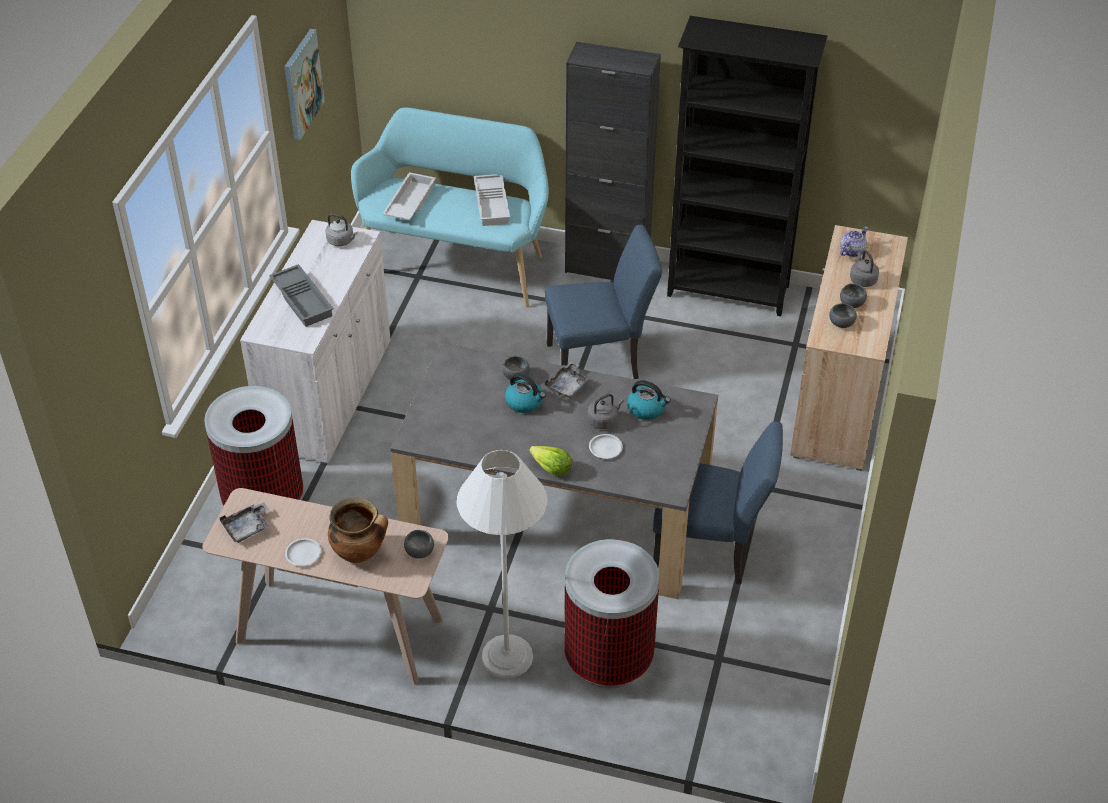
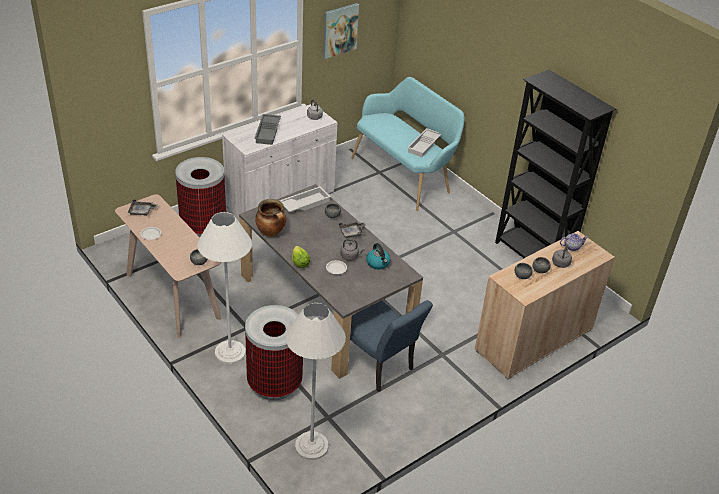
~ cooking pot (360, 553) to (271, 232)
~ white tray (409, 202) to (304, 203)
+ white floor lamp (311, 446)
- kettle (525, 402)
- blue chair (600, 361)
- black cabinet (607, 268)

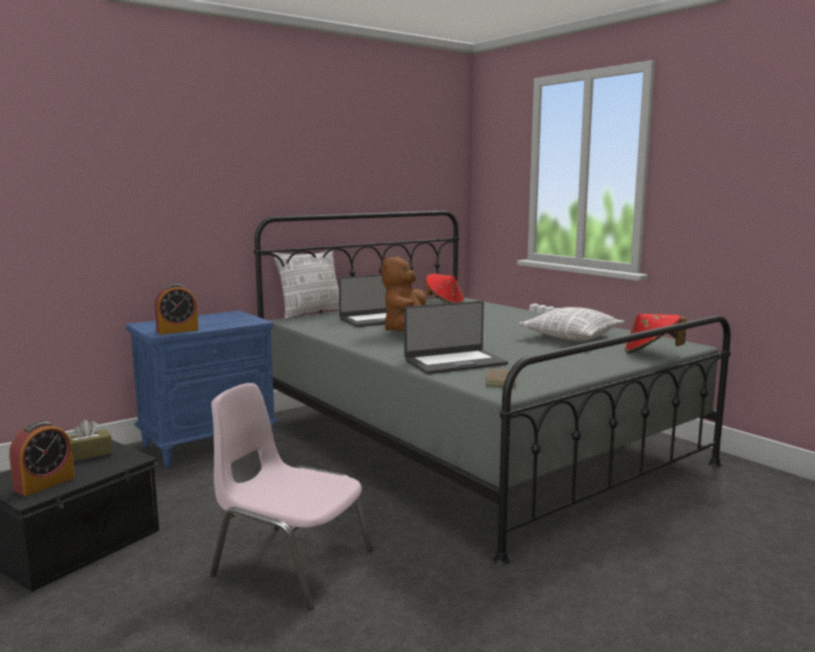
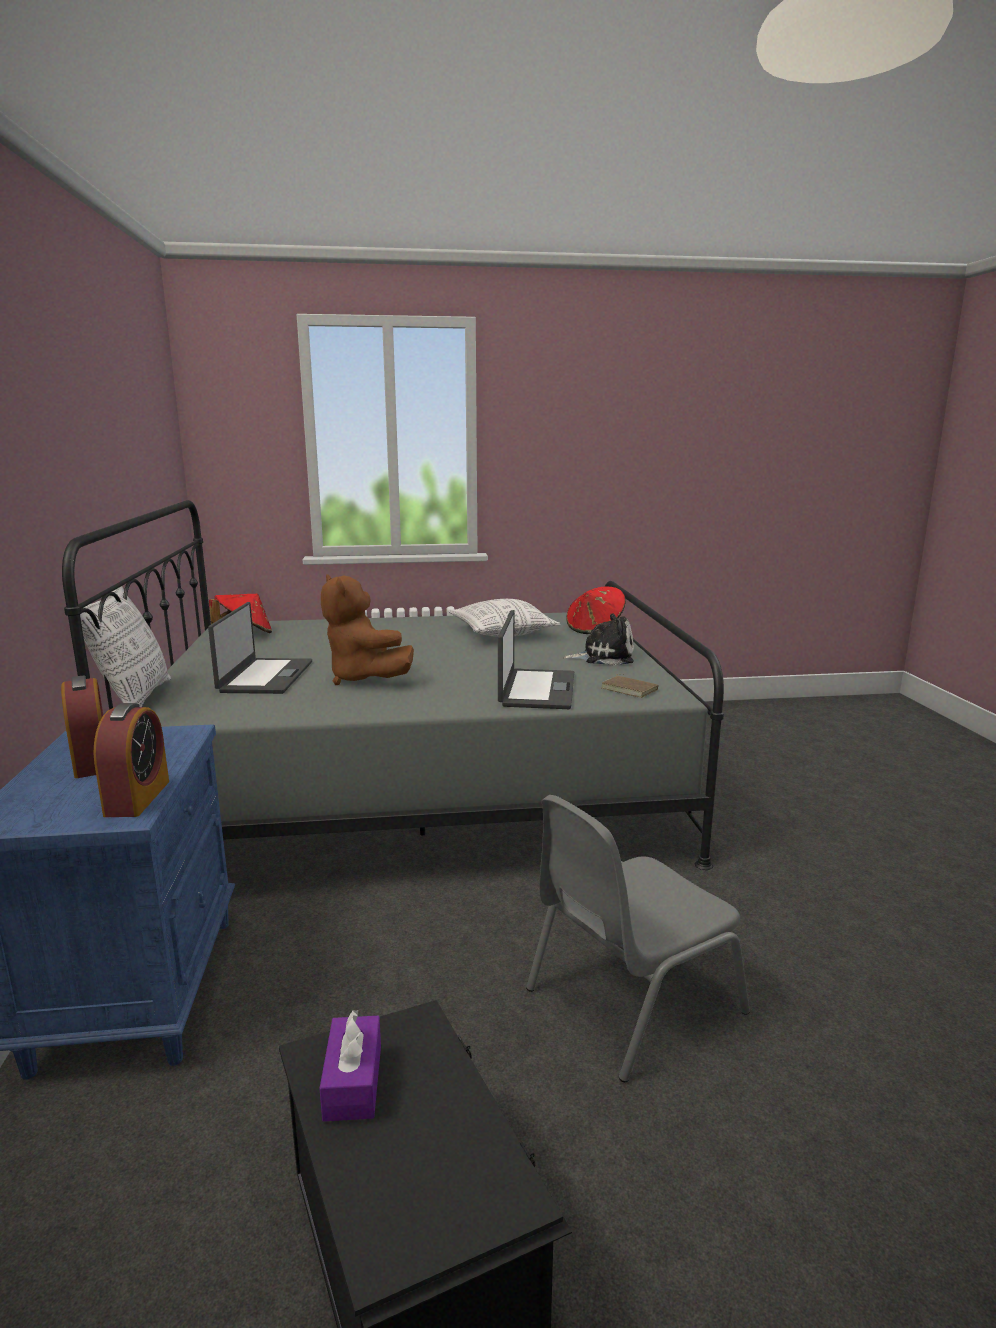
~ alarm clock (44, 484) to (92, 762)
~ brown tissue box (87, 454) to purple tissue box (353, 1082)
~ pink chair (291, 563) to grey chair (630, 1000)
+ plush toy (604, 657)

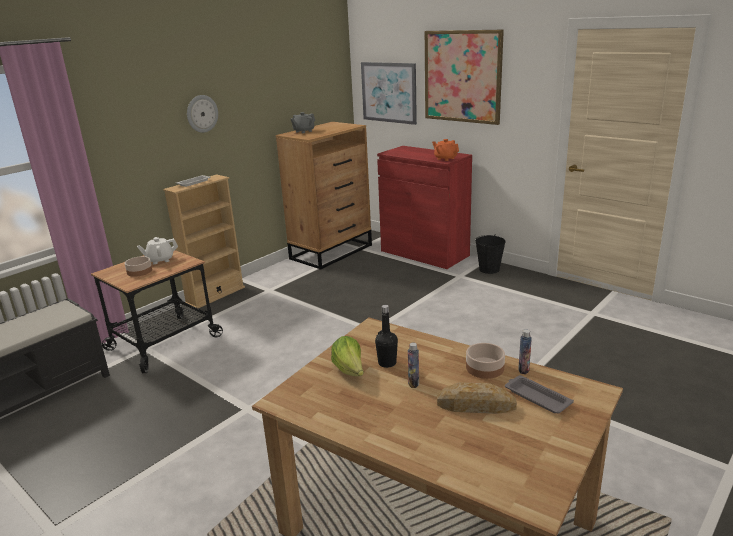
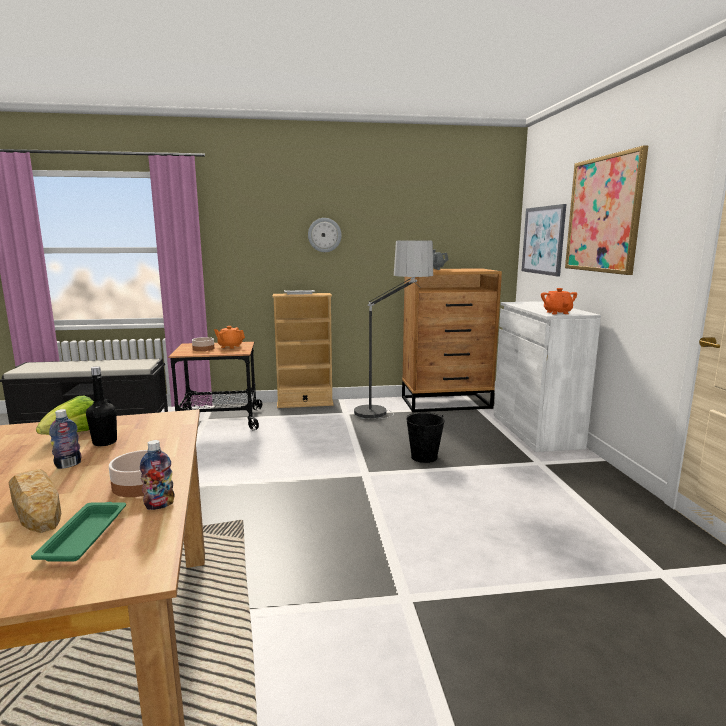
~ grey tray (536, 397) to green tray (85, 535)
~ white teapot (160, 260) to orange teapot (230, 346)
+ floor lamp (389, 421)
~ black bucket (489, 269) to (424, 457)
~ red cabinet (424, 253) to white cabinet (535, 431)

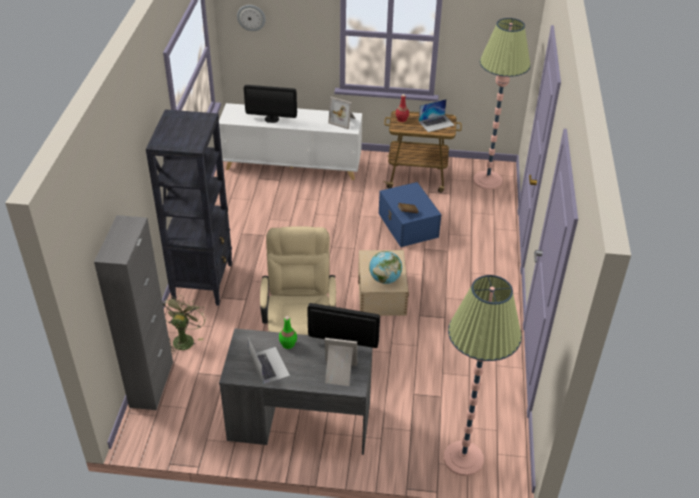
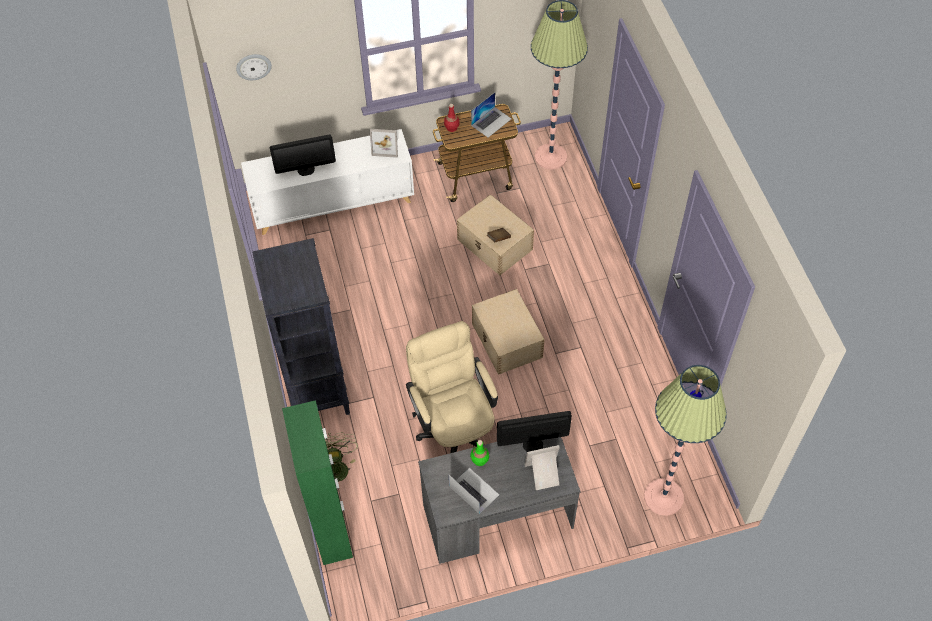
~ grey cabinet (151, 384) to green cabinet (331, 531)
~ blue storage box (408, 225) to beige storage box (495, 245)
- globe (385, 279)

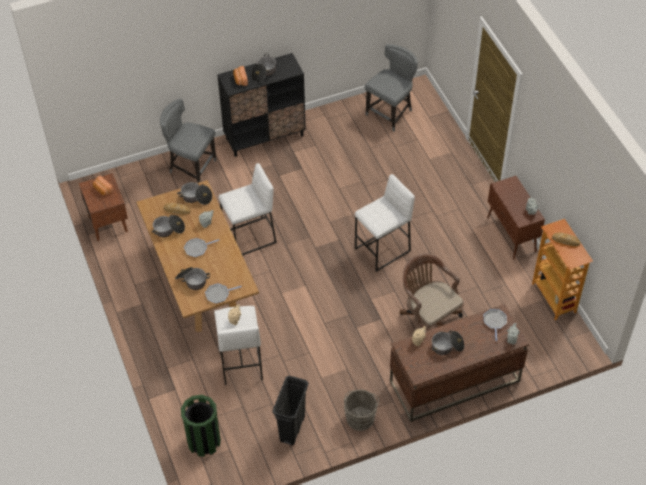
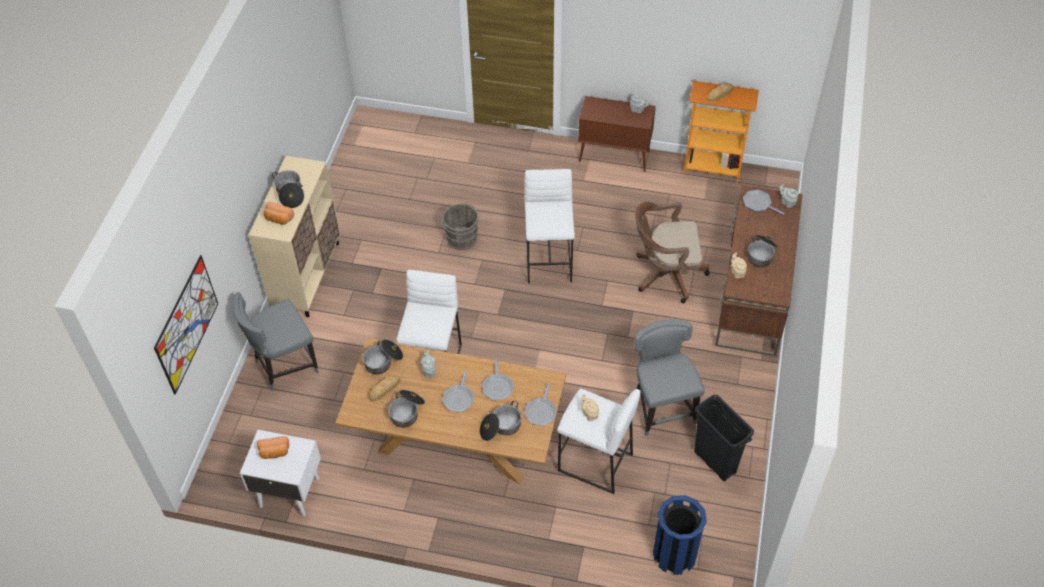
+ picture (187, 324)
~ brown nightstand (108, 223) to white nightstand (288, 491)
~ black cabinet (265, 137) to beige cabinet (307, 276)
~ grey bucket (360, 417) to (460, 237)
+ frying pan (497, 387)
~ grey chair (390, 113) to (662, 408)
~ green trash can (204, 442) to blue trash can (674, 554)

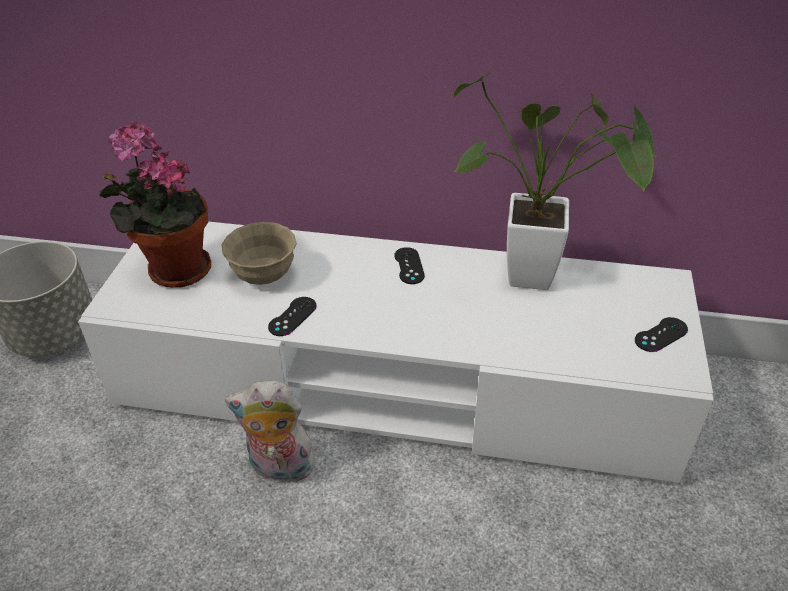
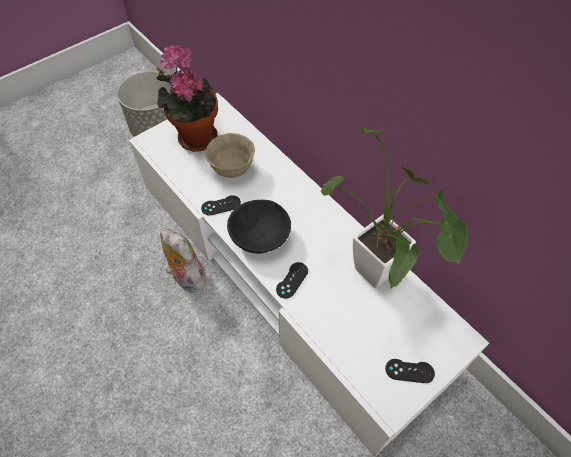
+ black bowl (260, 237)
~ black game controller (409, 266) to (292, 280)

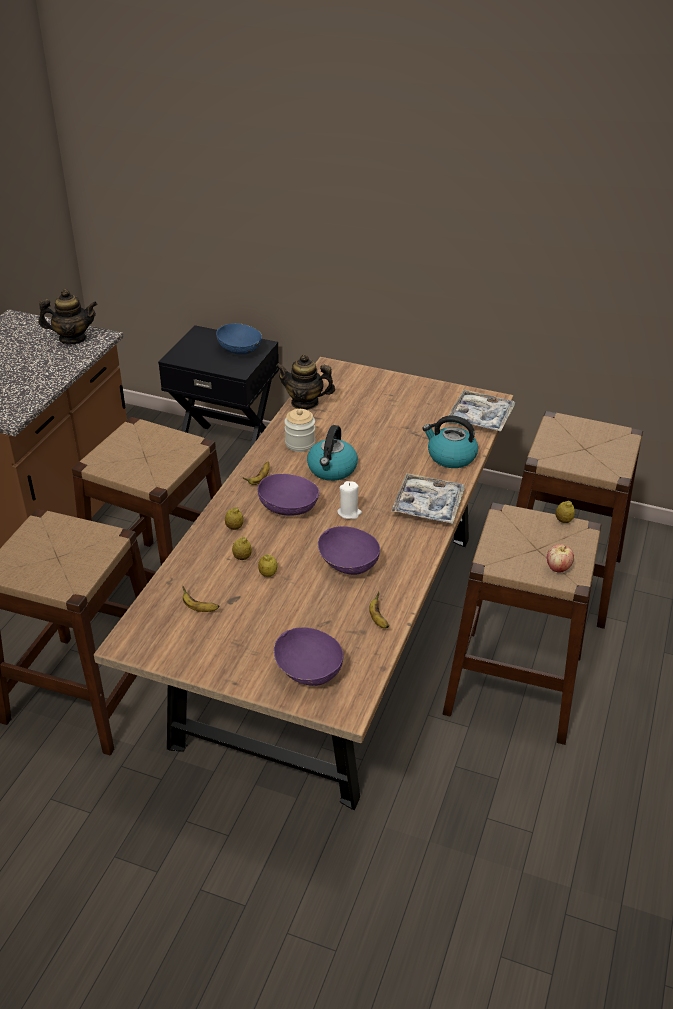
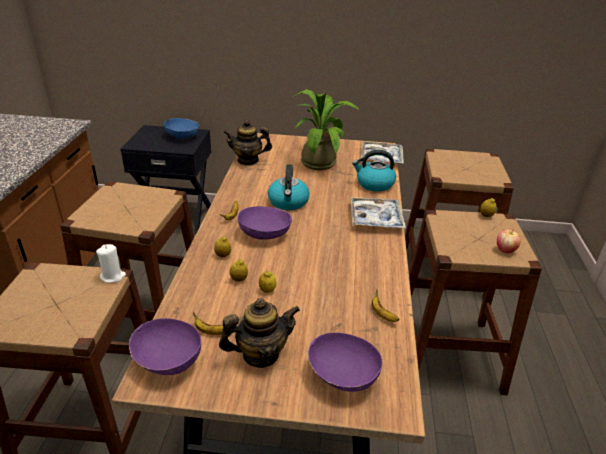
~ white candle (349, 513) to (113, 276)
~ purple bowl (347, 565) to (167, 361)
~ teapot (72, 338) to (260, 354)
+ potted plant (320, 161)
- jar (300, 444)

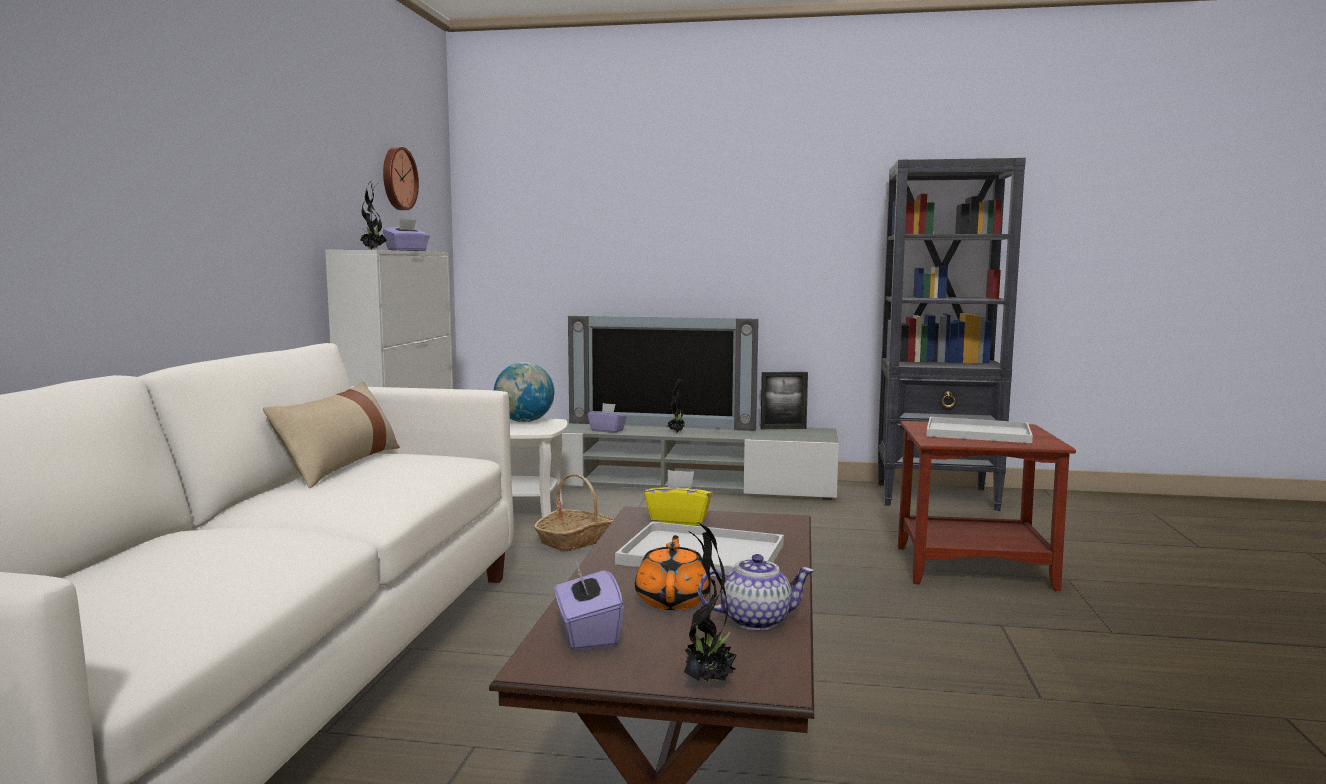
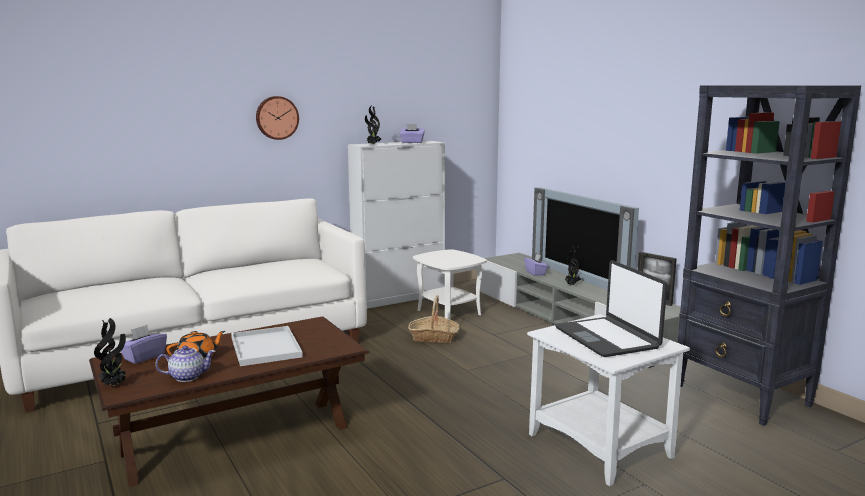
~ teapot (755, 620) = (188, 377) 60 degrees counterclockwise
~ wall clock (397, 178) to (276, 118)
~ brown side table (973, 566) to white side table (601, 445)
~ white tray (980, 432) to laptop (607, 338)
- beige pillow (340, 465)
- globe (524, 421)
- yellow tissue box (679, 520)

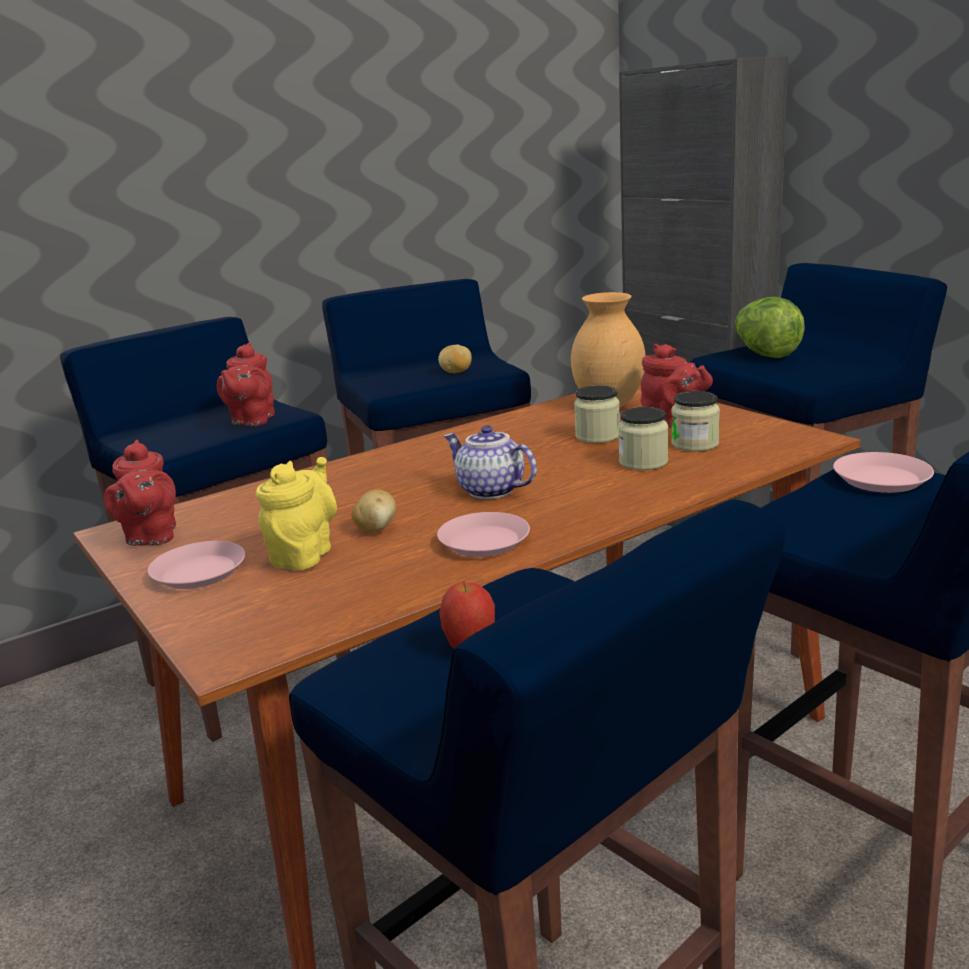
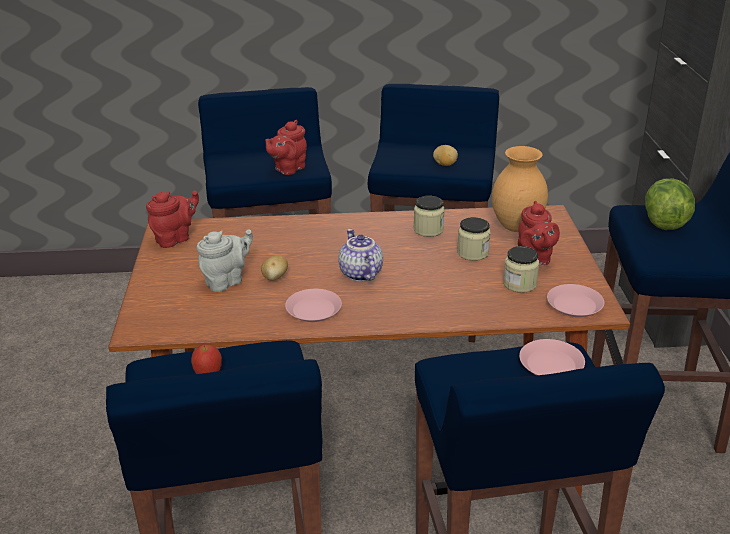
~ red teapot (151, 537) = (175, 239) 150 degrees counterclockwise
~ yellow teapot (304, 554) to grey teapot (226, 281)
~ jar (643, 462) to (428, 230)
~ pink plate (198, 572) to (574, 305)

